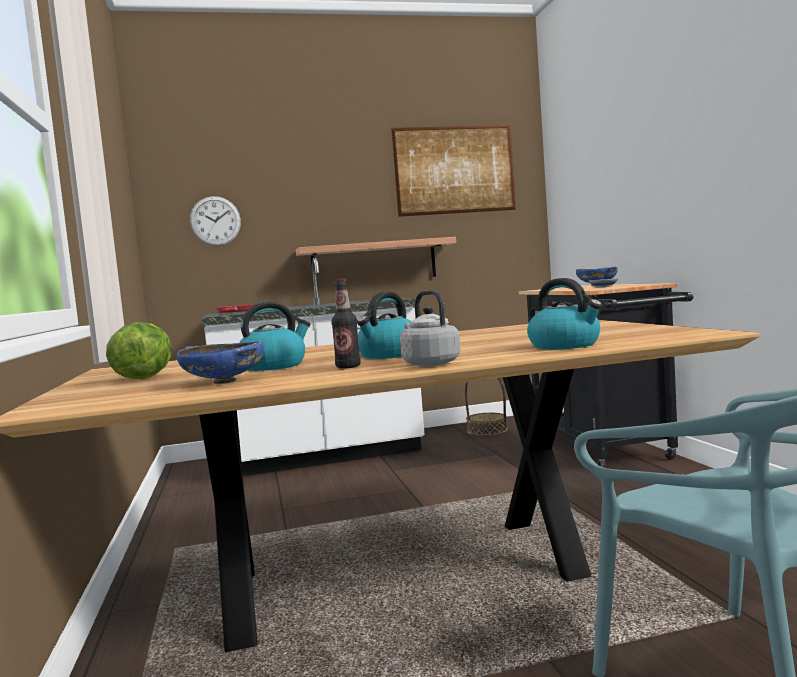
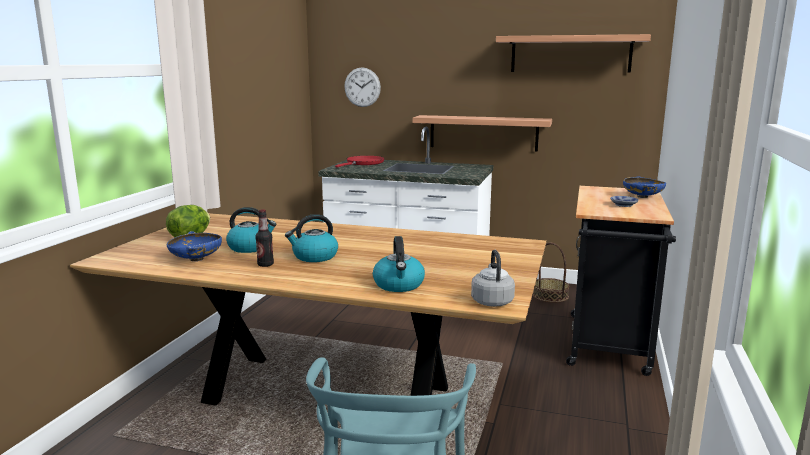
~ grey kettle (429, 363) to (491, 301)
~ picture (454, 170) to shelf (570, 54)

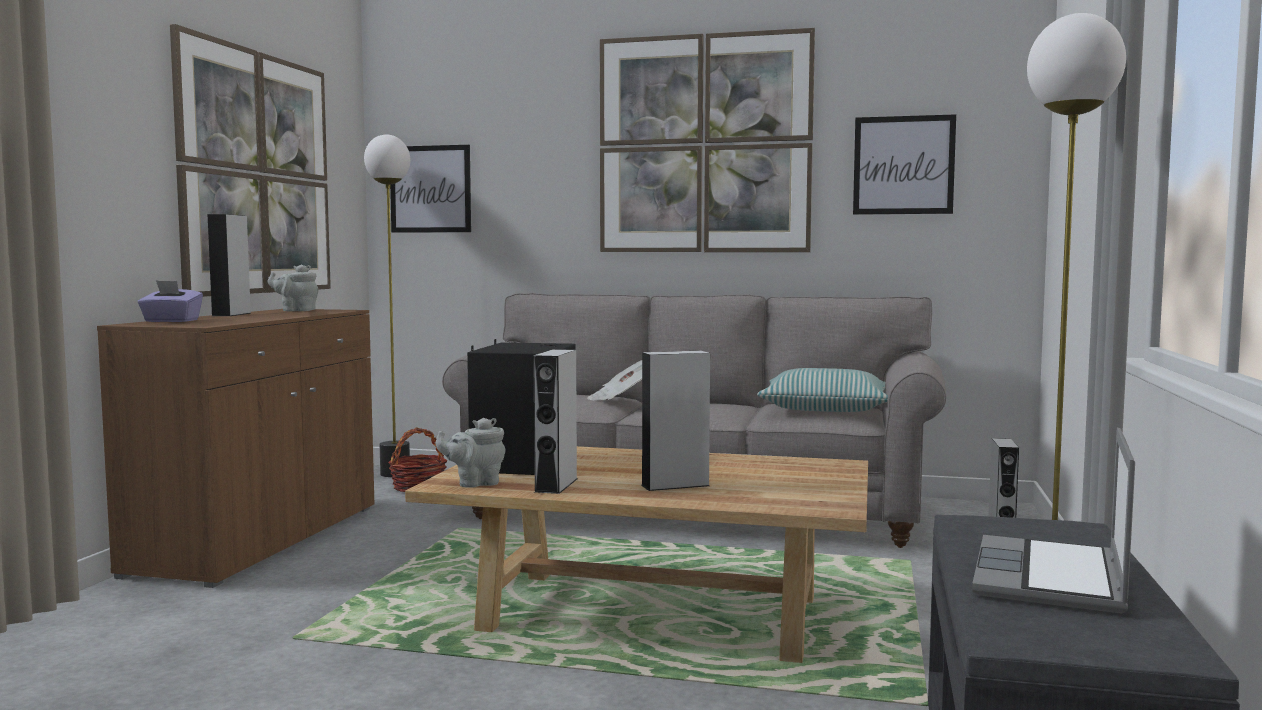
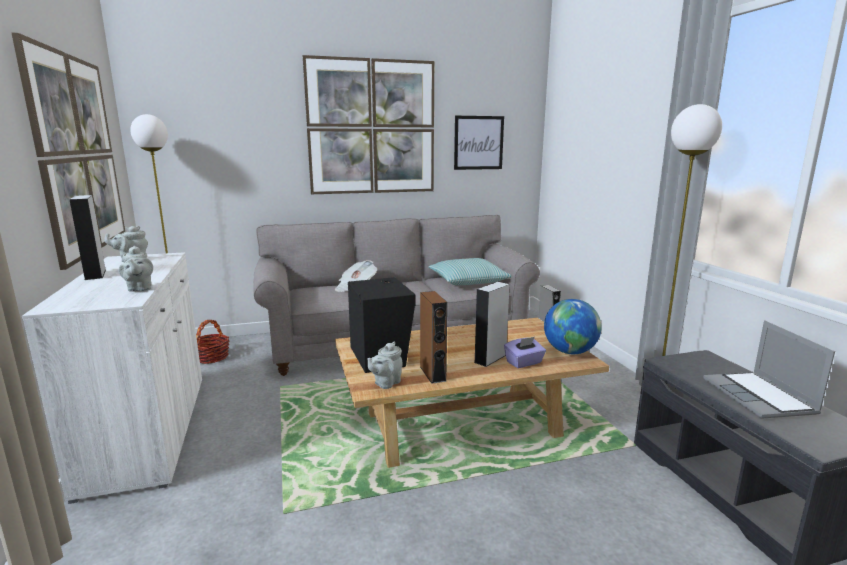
~ brown cabinet (259, 539) to white cabinet (148, 431)
+ grey teapot (139, 289)
~ grey speaker (556, 485) to brown speaker (432, 373)
~ purple tissue box (171, 321) to (524, 363)
+ globe (570, 352)
- picture (430, 189)

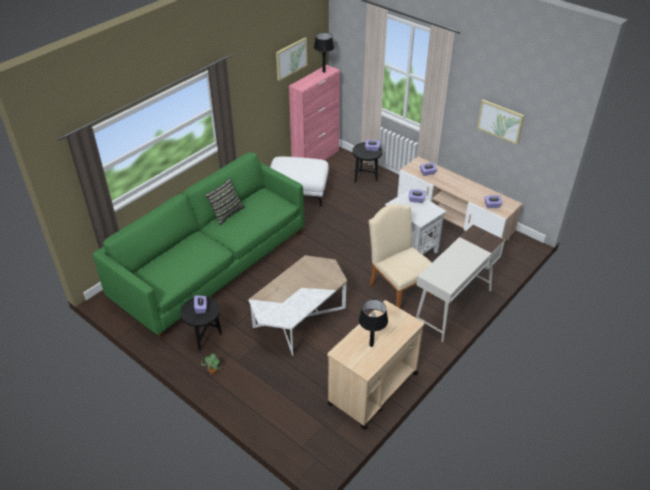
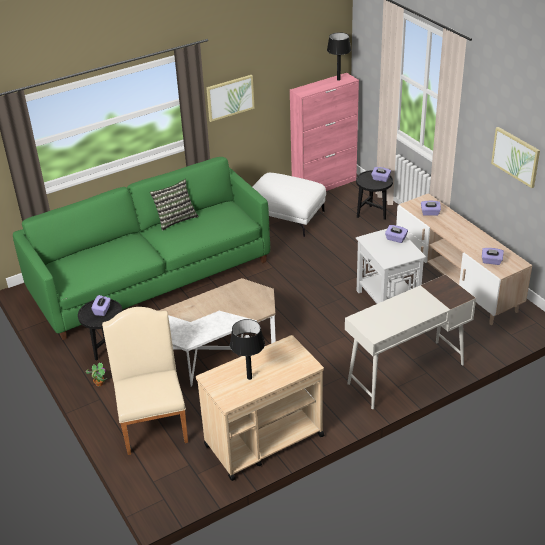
~ beige chair (398, 287) to (153, 421)
~ picture (291, 58) to (230, 97)

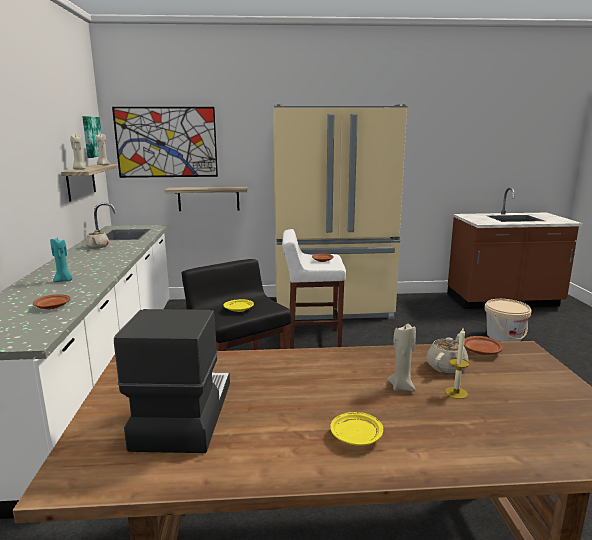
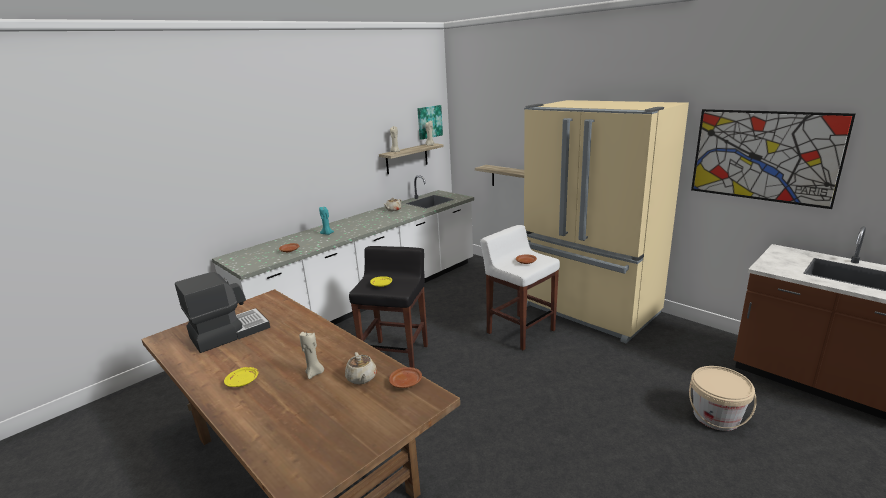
~ beige teapot (447, 367) = (361, 378) 75 degrees clockwise
~ picture (166, 142) to (763, 156)
- candle (456, 393)

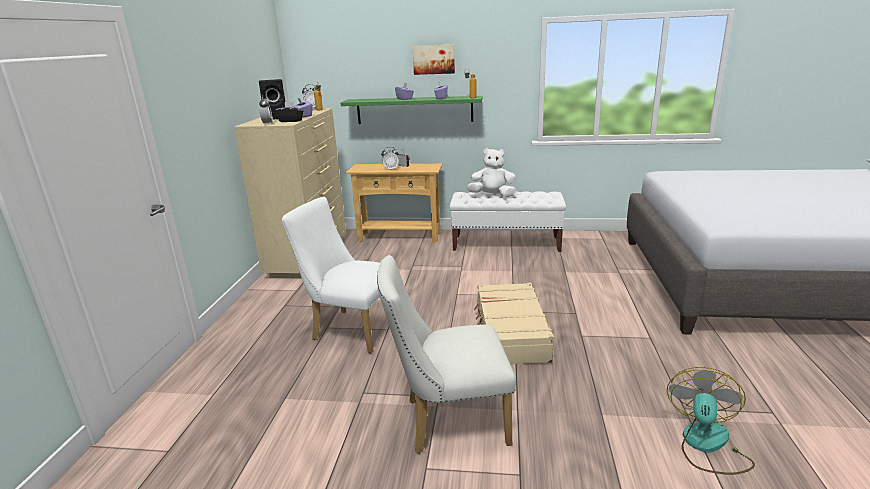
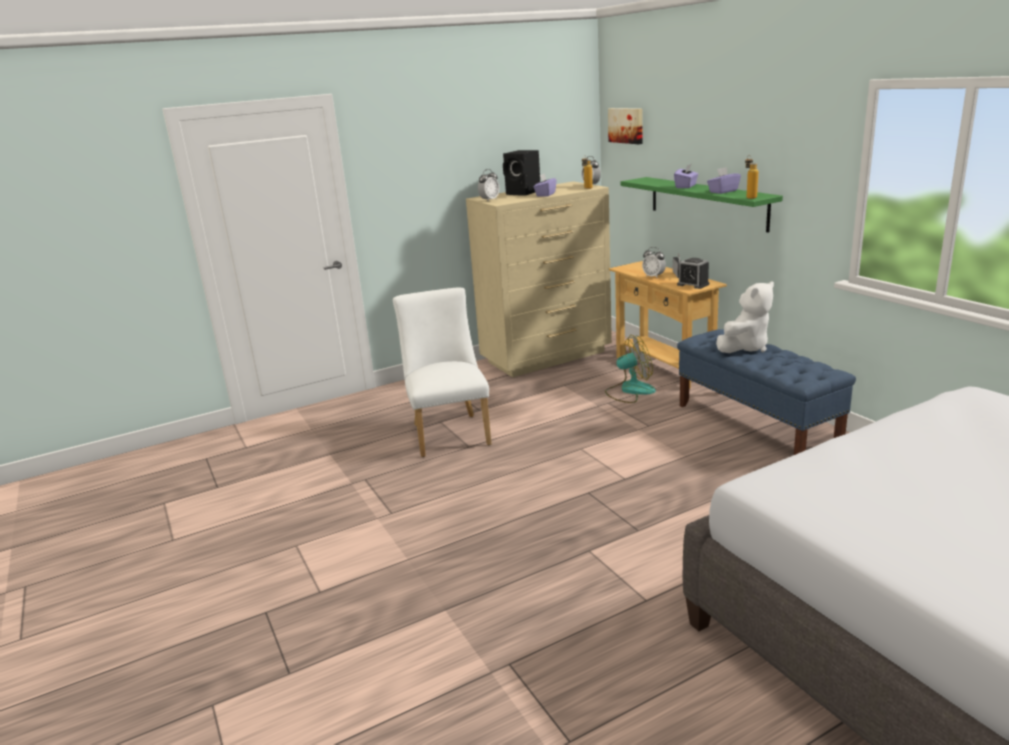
~ fan (706, 445) to (629, 391)
~ picture (434, 59) to (626, 125)
+ alarm clock (693, 284)
~ white bench (506, 243) to blue bench (756, 425)
~ white plush toy (492, 196) = (745, 347) 75 degrees clockwise
- black tissue box (291, 121)
- white chair (448, 422)
- beige suitcase (510, 333)

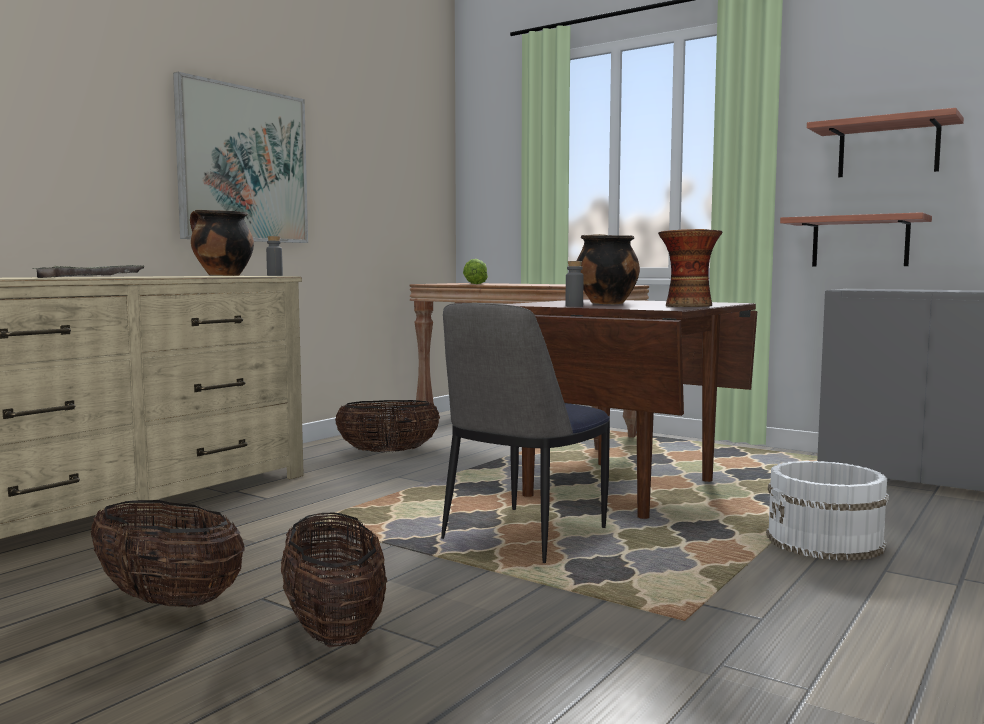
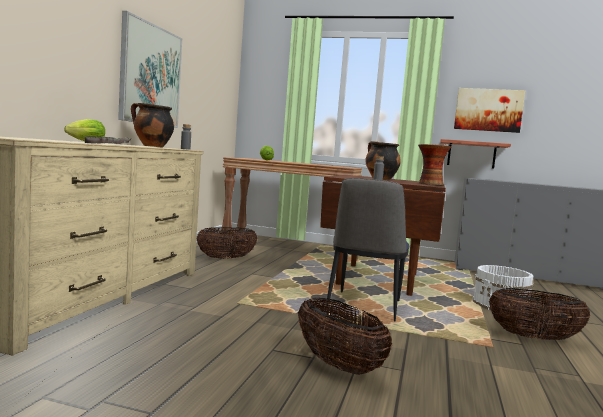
+ lettuce (84, 142)
~ shelf (888, 149) to picture (488, 110)
~ basket (168, 601) to (534, 338)

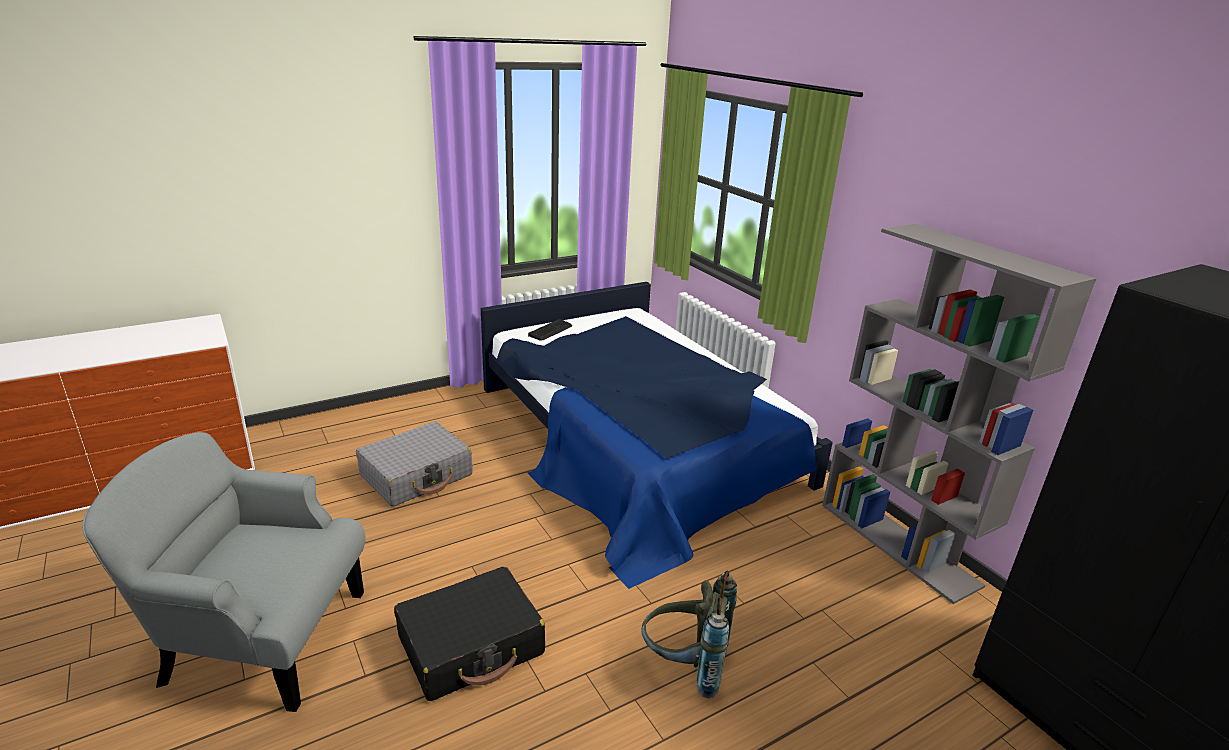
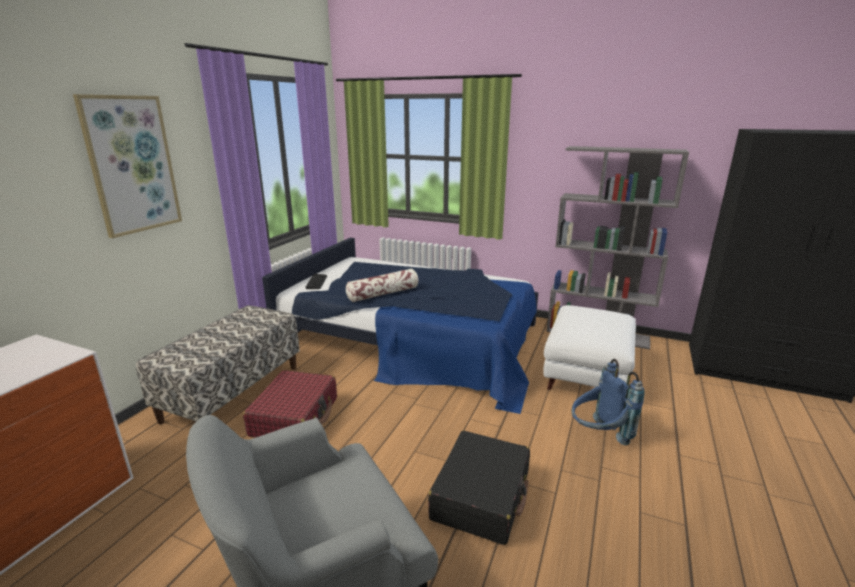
+ picture (132, 165)
+ bench (233, 392)
~ grey suitcase (417, 475) to red suitcase (295, 416)
+ pillow (383, 294)
+ white ottoman (586, 373)
~ grey backpack (684, 667) to blue backpack (598, 436)

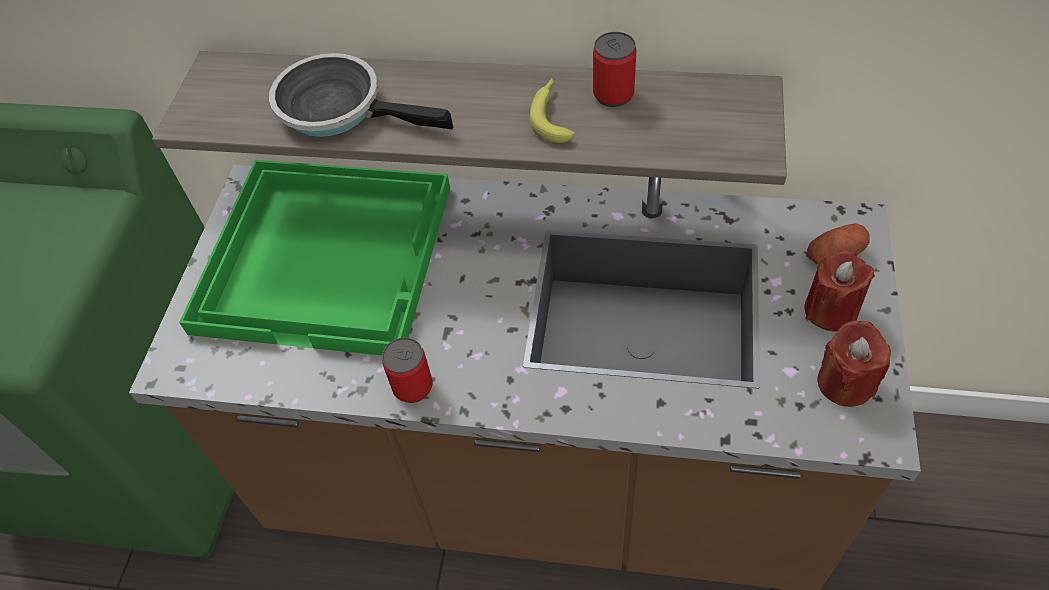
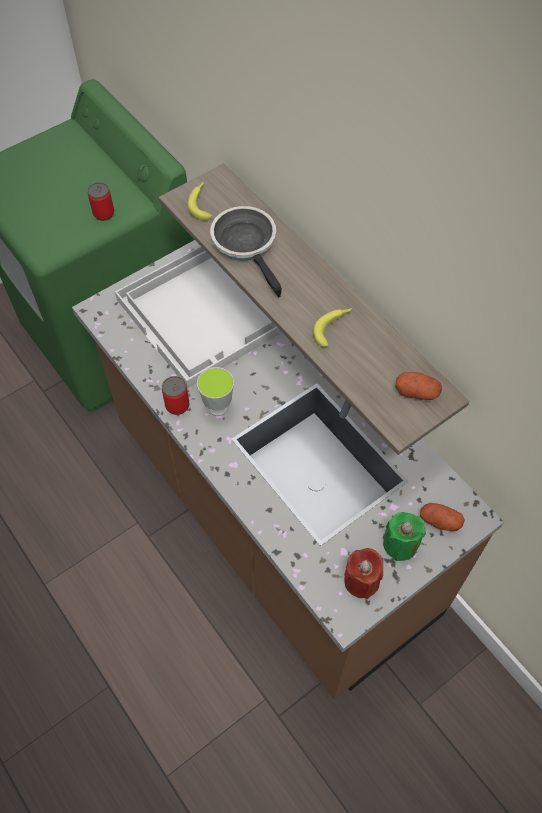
~ can (613, 94) to (103, 213)
~ green tray (328, 256) to white tray (208, 311)
+ banana (201, 203)
+ cup (218, 408)
~ red candle (830, 310) to green candle (400, 544)
+ potato (416, 392)

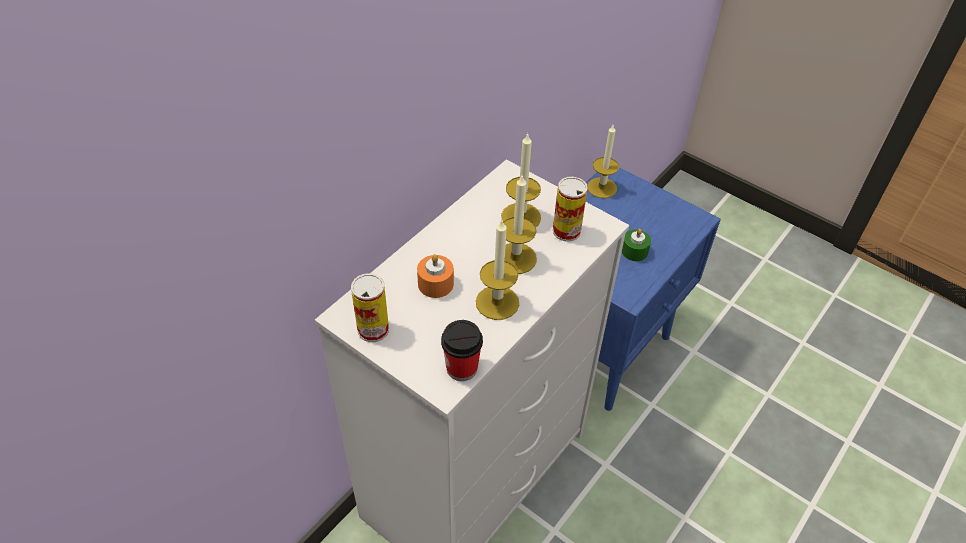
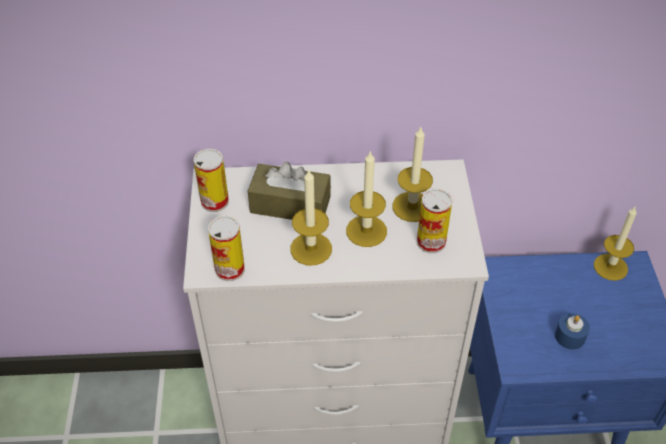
~ cup (462, 368) to can (230, 269)
~ orange candle (435, 284) to brown tissue box (290, 205)
~ green candle (634, 251) to blue candle (570, 336)

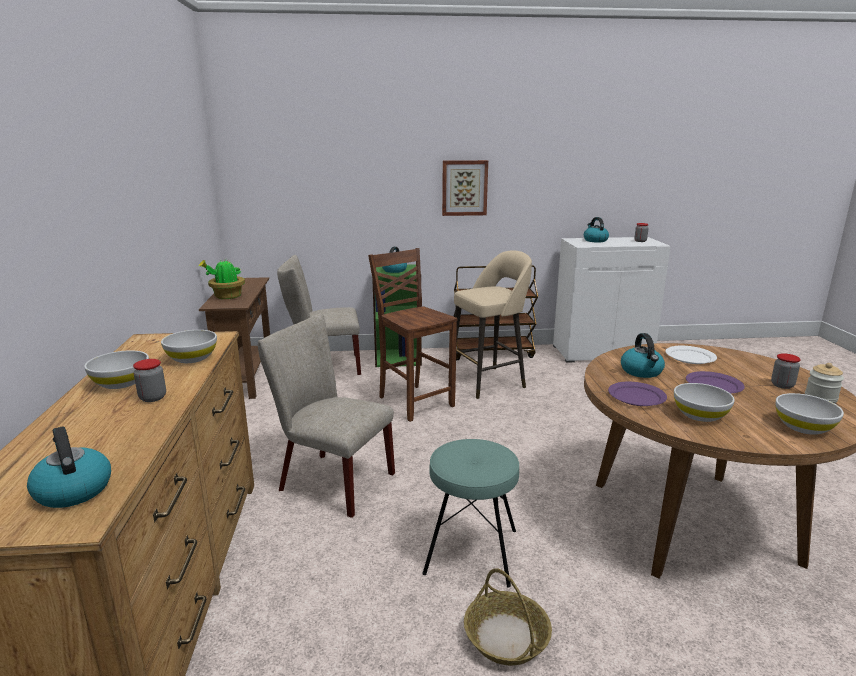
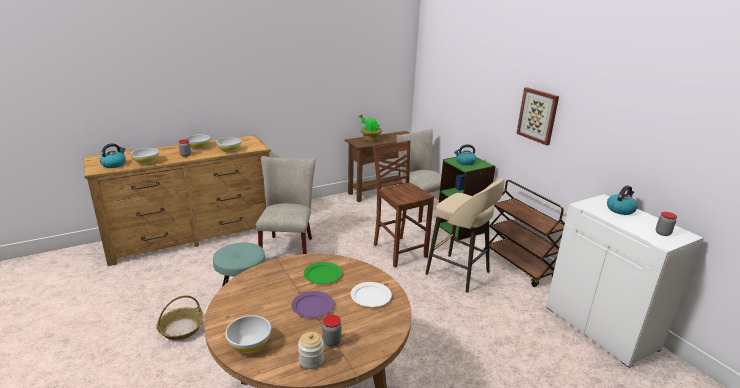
~ white bowl (700, 415) to (146, 162)
~ kettle (641, 371) to green plate (323, 275)
~ brown chair (414, 401) = (398, 250) 60 degrees counterclockwise
- purple plate (636, 396)

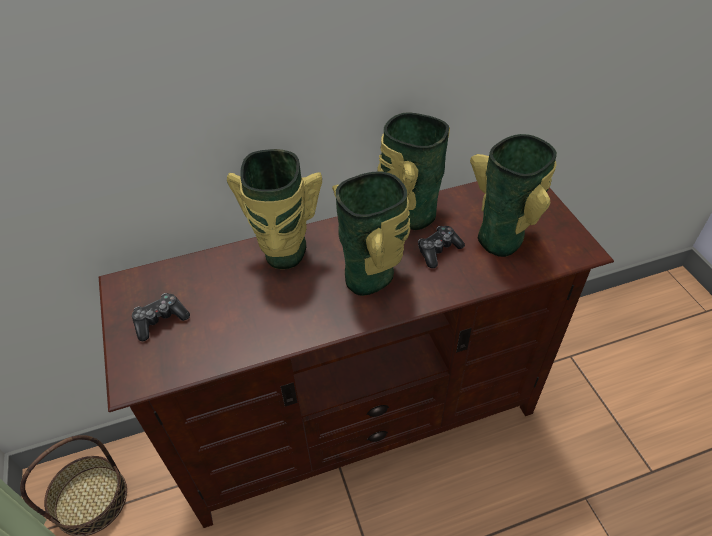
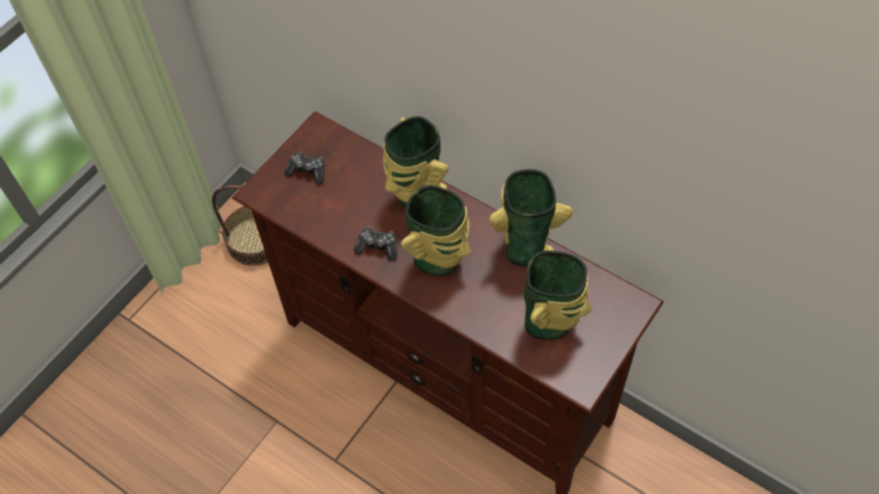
~ game controller (438, 251) to (377, 247)

